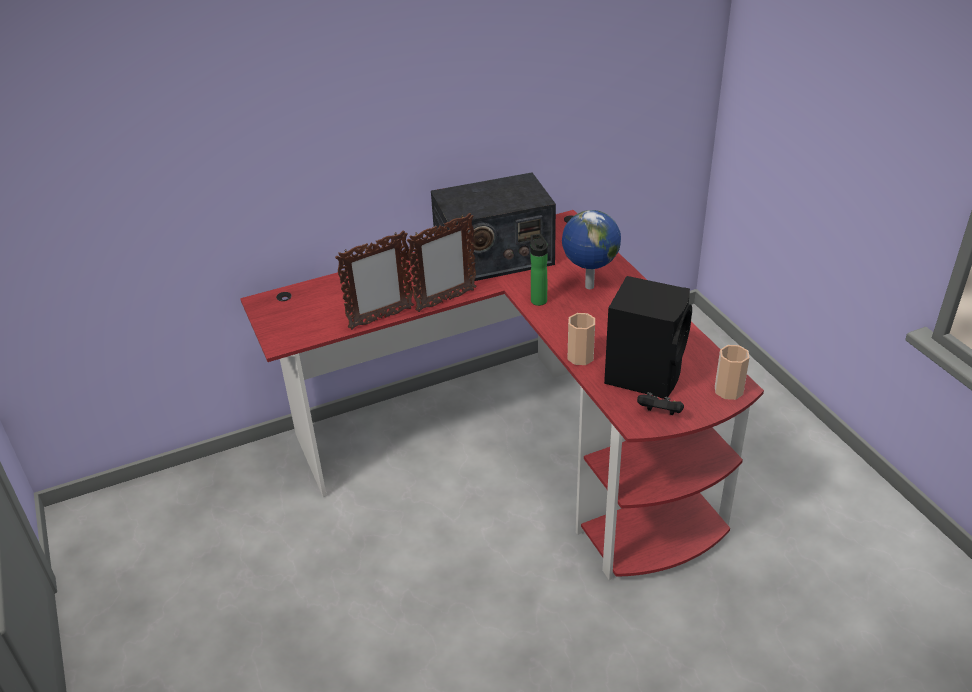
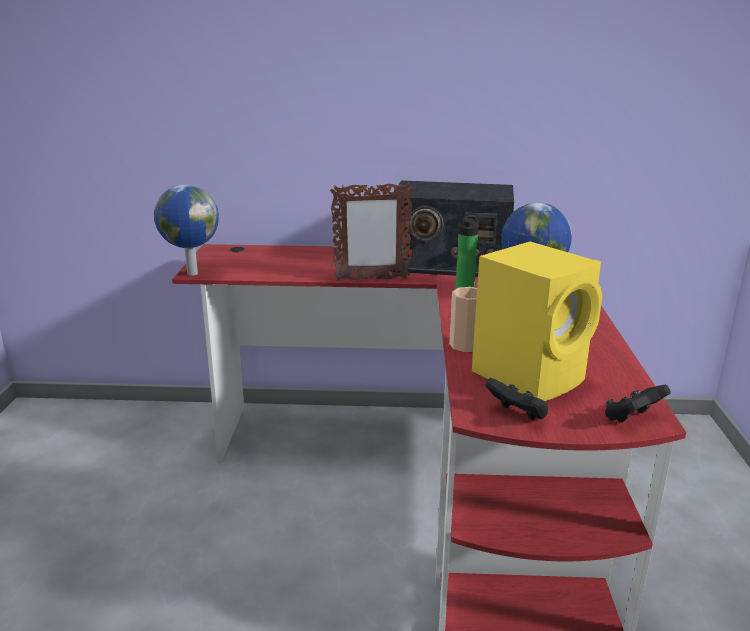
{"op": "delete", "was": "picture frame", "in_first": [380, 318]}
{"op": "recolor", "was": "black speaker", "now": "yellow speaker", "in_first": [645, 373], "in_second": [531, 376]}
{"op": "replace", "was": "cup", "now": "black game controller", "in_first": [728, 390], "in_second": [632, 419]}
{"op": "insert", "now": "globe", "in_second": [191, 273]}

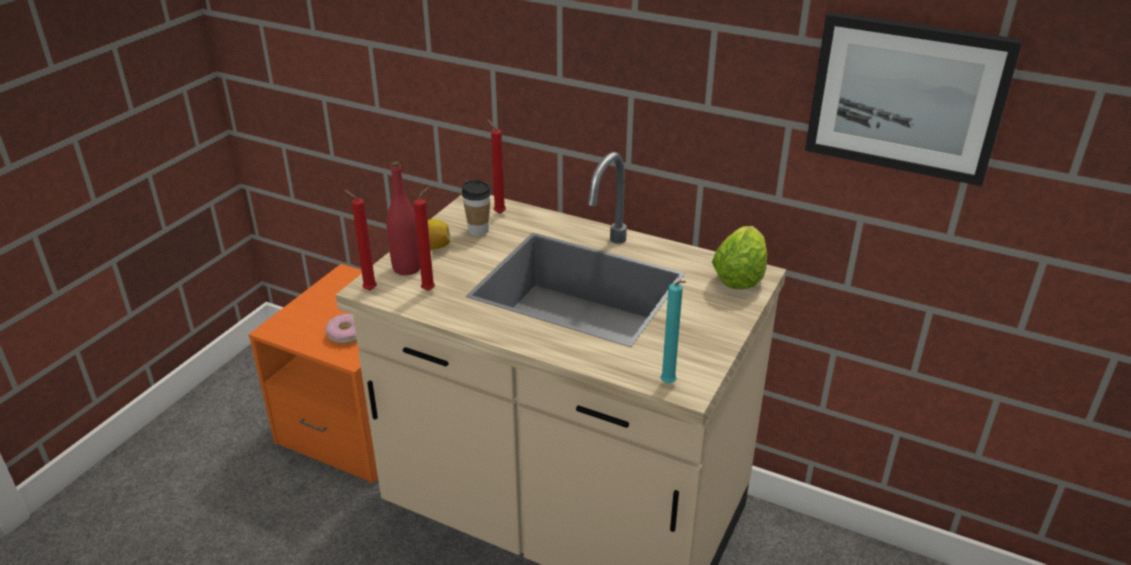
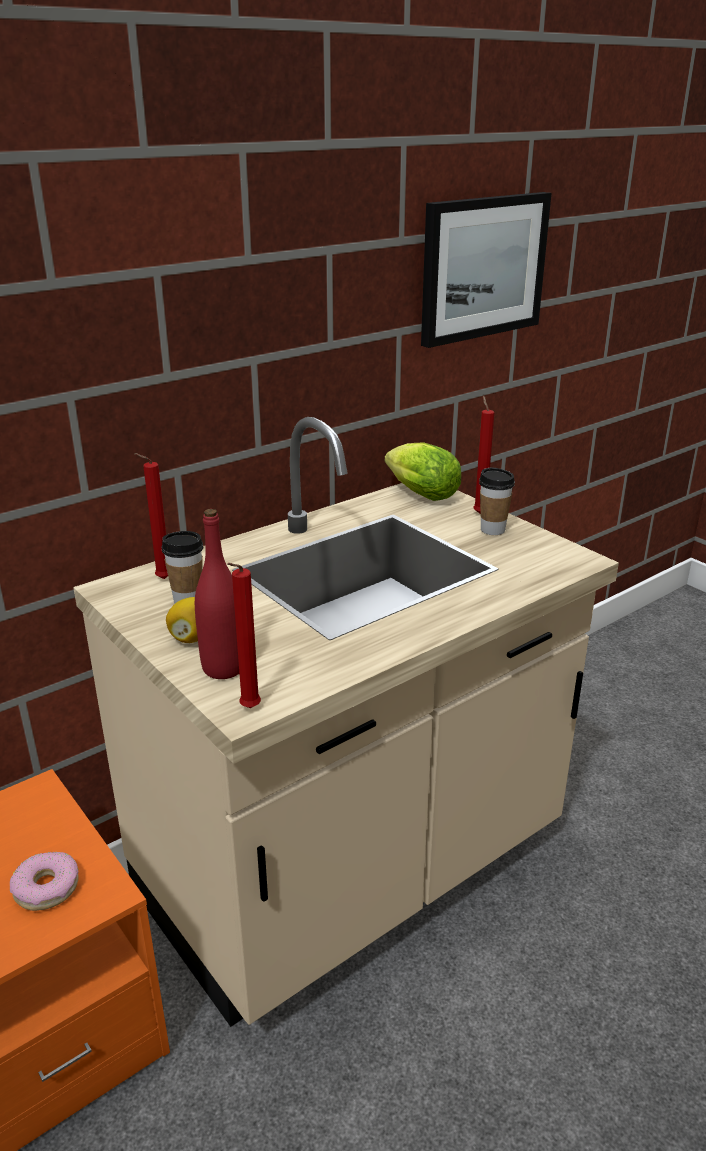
{"op": "move", "was": "red candle", "in_first": [430, 290], "in_second": [479, 513]}
{"op": "delete", "was": "turquoise candle", "in_first": [669, 384]}
{"op": "insert", "now": "cup", "in_second": [492, 530]}

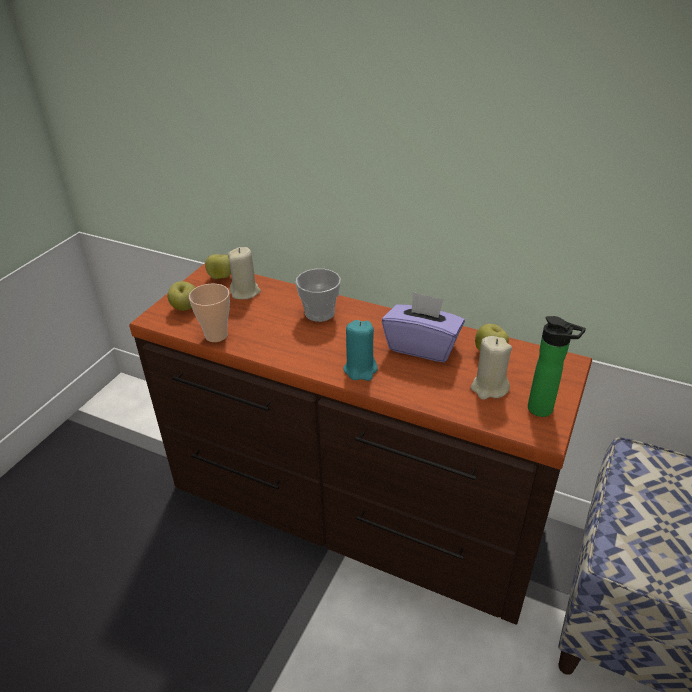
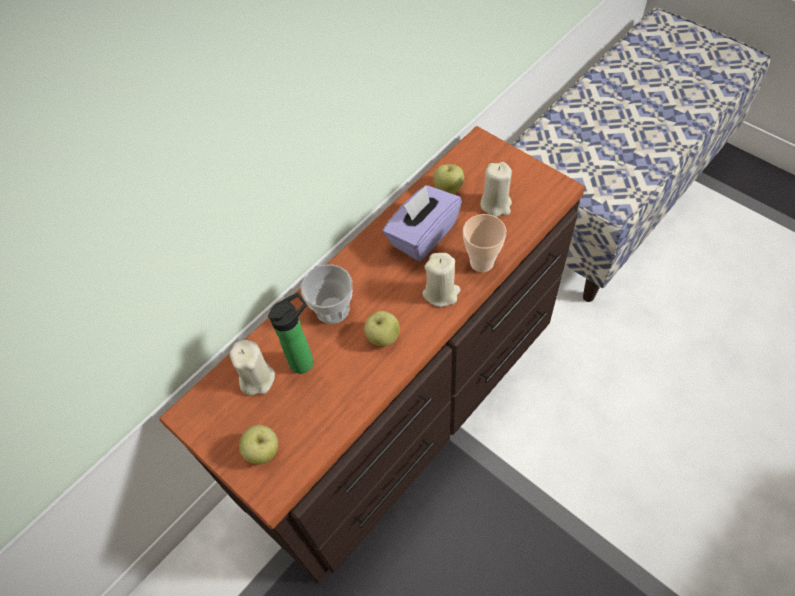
{"op": "move", "was": "cup", "in_first": [216, 335], "in_second": [481, 262]}
{"op": "move", "was": "apple", "in_first": [221, 277], "in_second": [383, 337]}
{"op": "recolor", "was": "turquoise candle", "now": "beige candle", "in_first": [360, 369], "in_second": [441, 293]}
{"op": "move", "was": "bottle", "in_first": [544, 410], "in_second": [305, 360]}

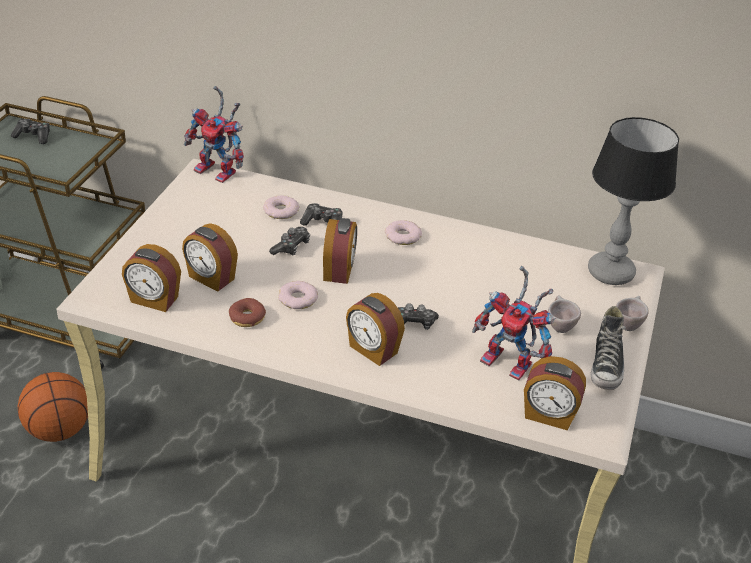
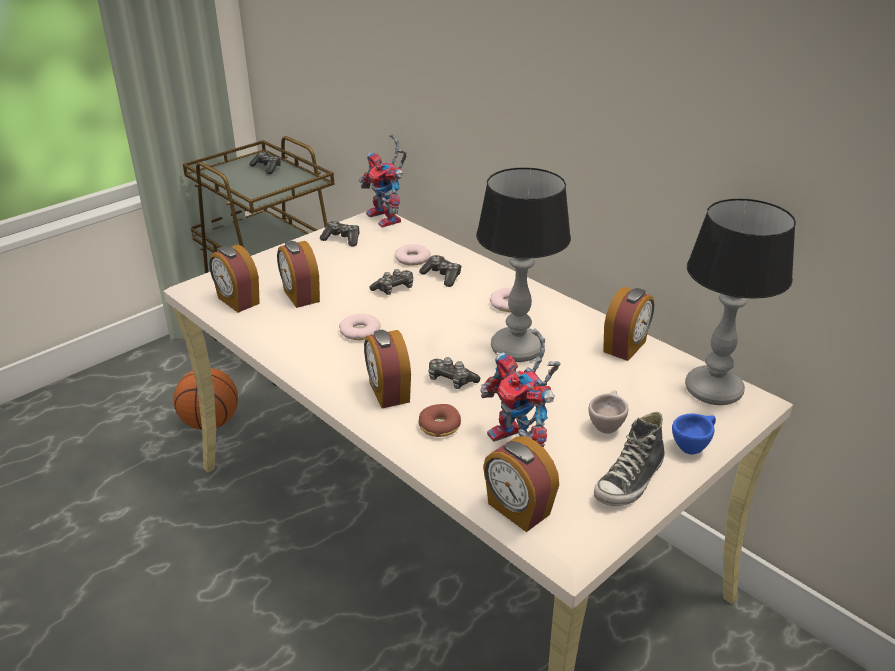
{"op": "move", "was": "donut", "in_first": [247, 318], "in_second": [439, 426]}
{"op": "move", "was": "alarm clock", "in_first": [339, 271], "in_second": [625, 347]}
{"op": "recolor", "was": "beige cup", "now": "blue cup", "in_first": [628, 324], "in_second": [692, 447]}
{"op": "insert", "now": "game controller", "in_second": [342, 239]}
{"op": "insert", "now": "table lamp", "in_second": [516, 349]}

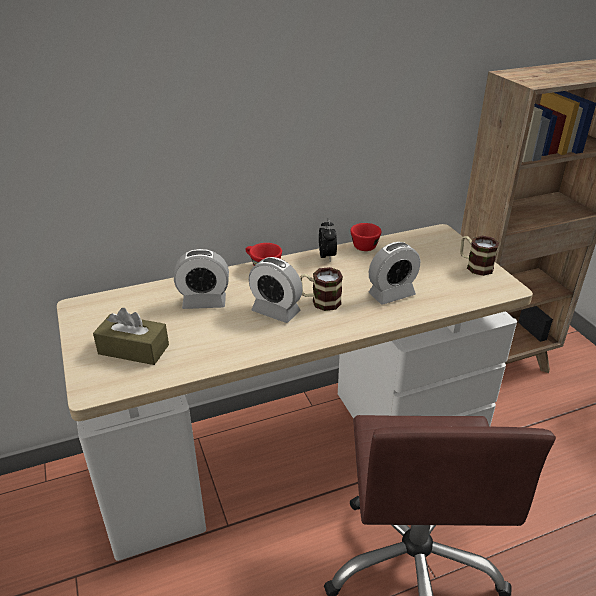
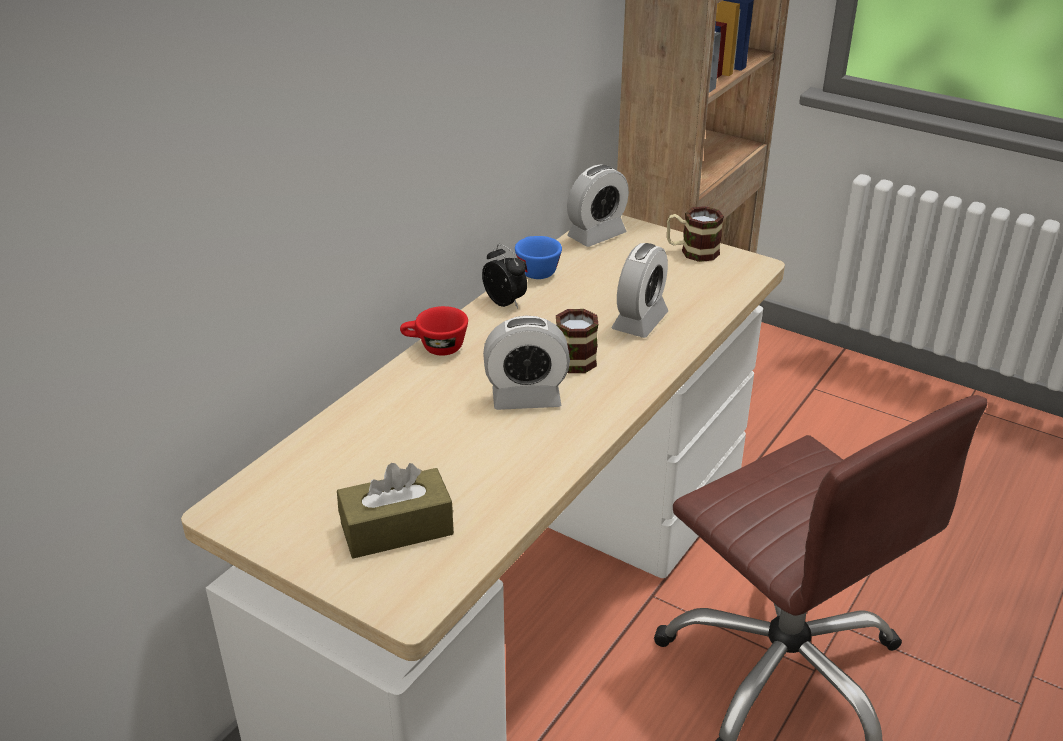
{"op": "move", "was": "alarm clock", "in_first": [204, 302], "in_second": [596, 235]}
{"op": "recolor", "was": "red cup", "now": "blue cup", "in_first": [365, 245], "in_second": [535, 269]}

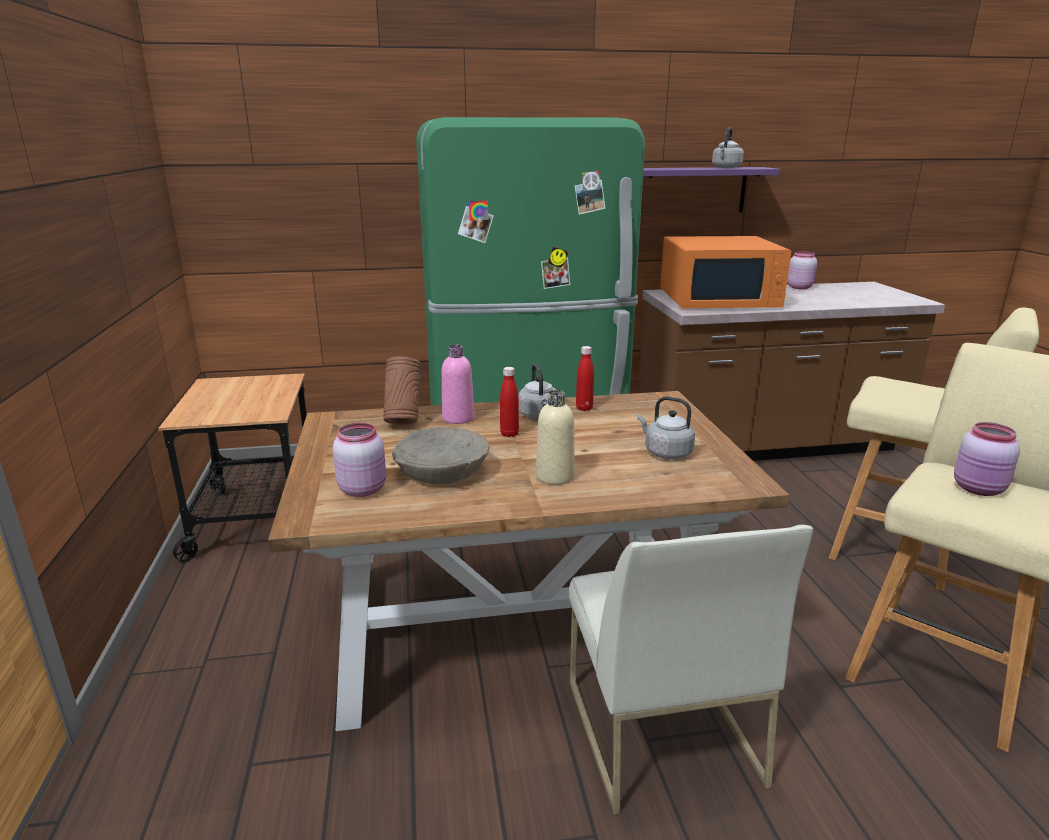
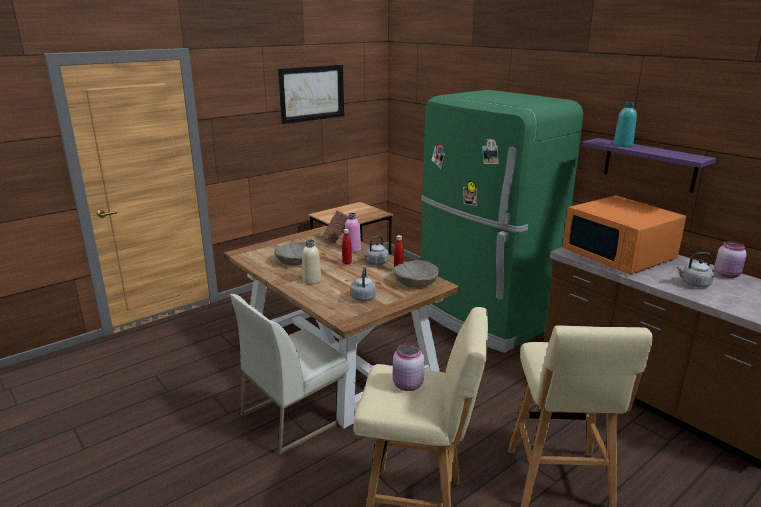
{"op": "delete", "was": "pink jar", "in_first": [363, 489]}
{"op": "move", "was": "grey kettle", "in_first": [726, 168], "in_second": [693, 284]}
{"op": "insert", "now": "picture", "in_second": [312, 93]}
{"op": "insert", "now": "beige bowl", "in_second": [416, 282]}
{"op": "insert", "now": "turquoise bottle", "in_second": [623, 145]}

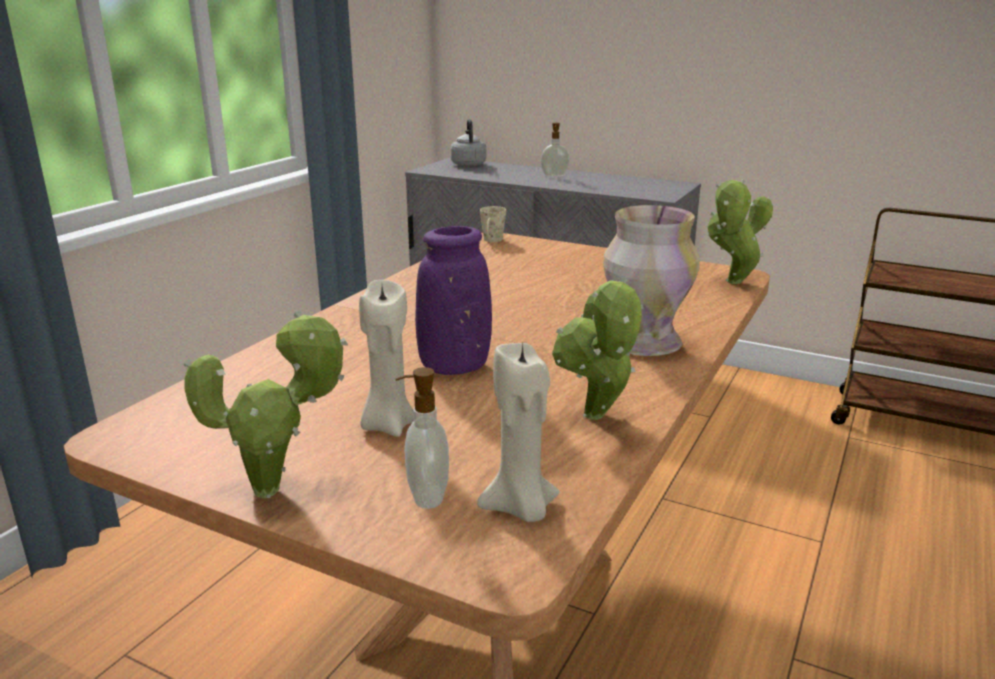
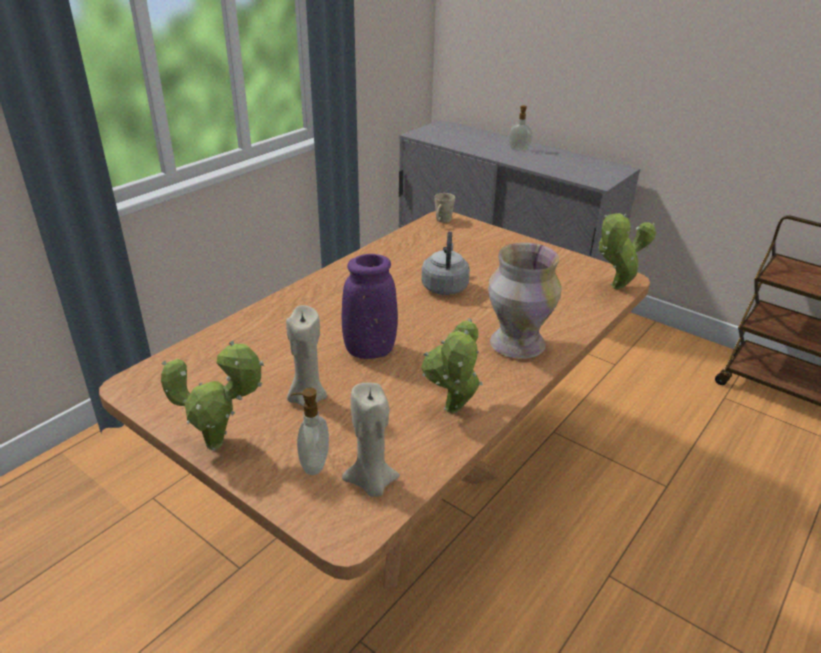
{"op": "move", "was": "grey kettle", "in_first": [468, 164], "in_second": [444, 286]}

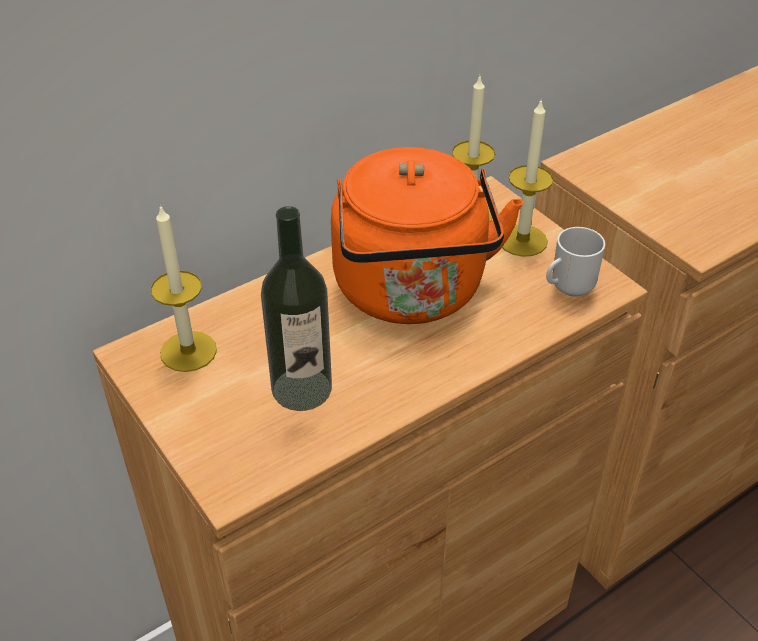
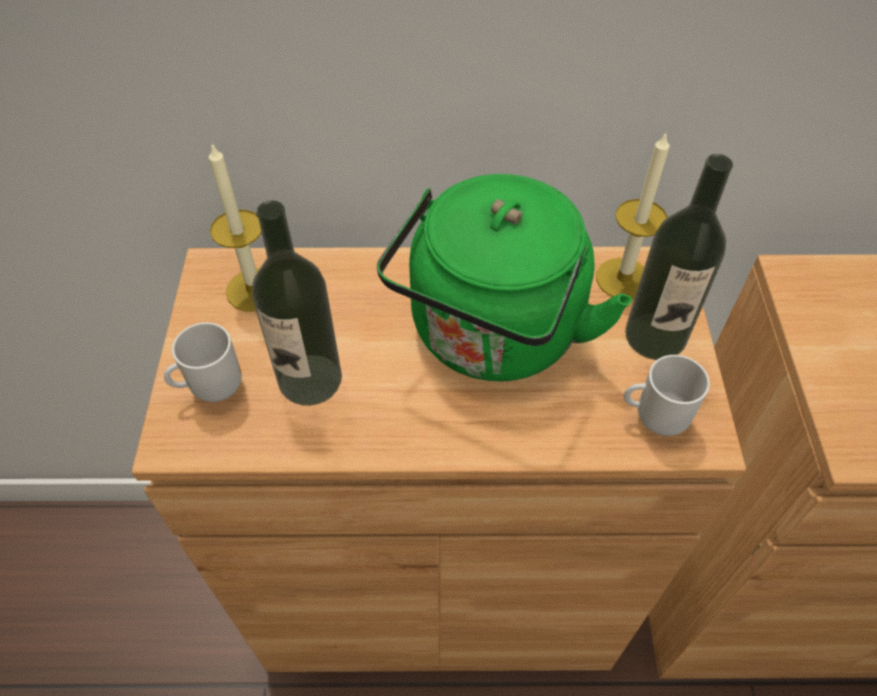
{"op": "recolor", "was": "orange kettle", "now": "green kettle", "in_first": [412, 293], "in_second": [492, 337]}
{"op": "replace", "was": "candle", "now": "bottle", "in_first": [522, 240], "in_second": [655, 336]}
{"op": "insert", "now": "mug", "in_second": [213, 387]}

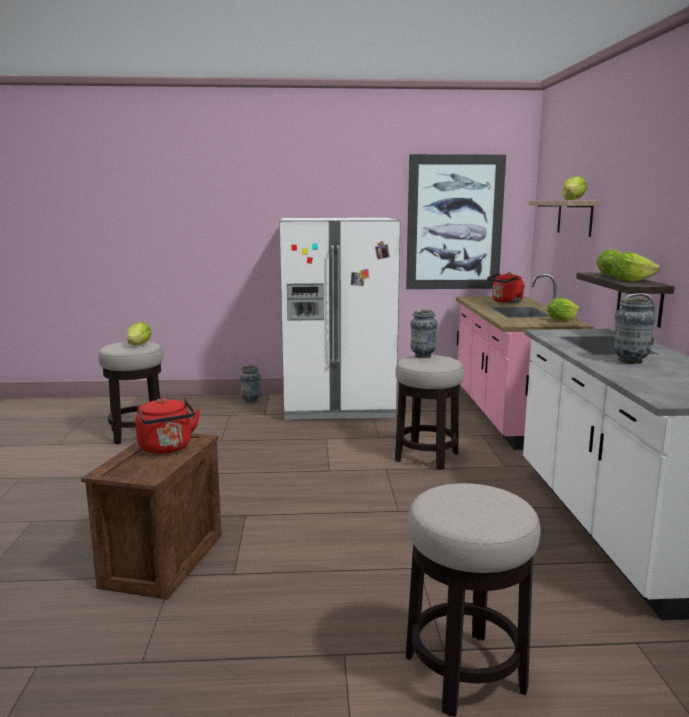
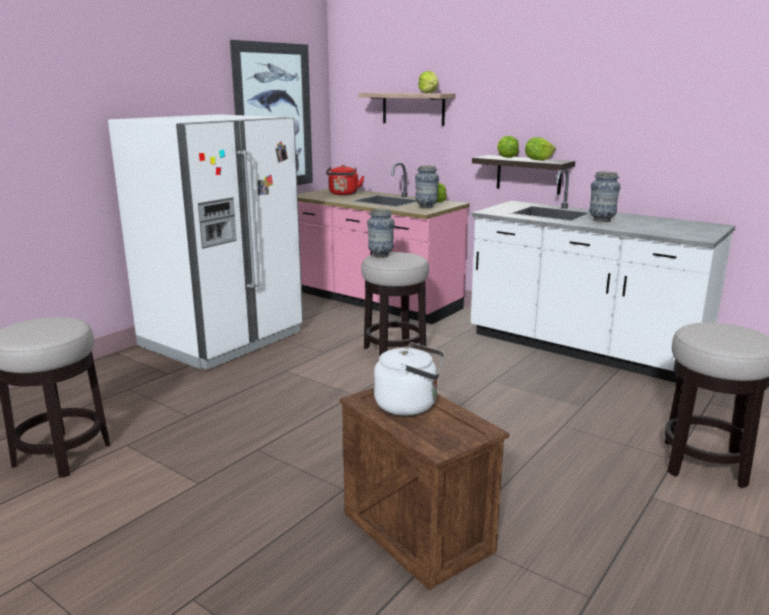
{"op": "delete", "was": "lettuce", "in_first": [139, 345]}
{"op": "recolor", "was": "red kettle", "now": "white kettle", "in_first": [167, 448], "in_second": [410, 405]}
{"op": "move", "was": "vase", "in_first": [251, 400], "in_second": [426, 207]}

